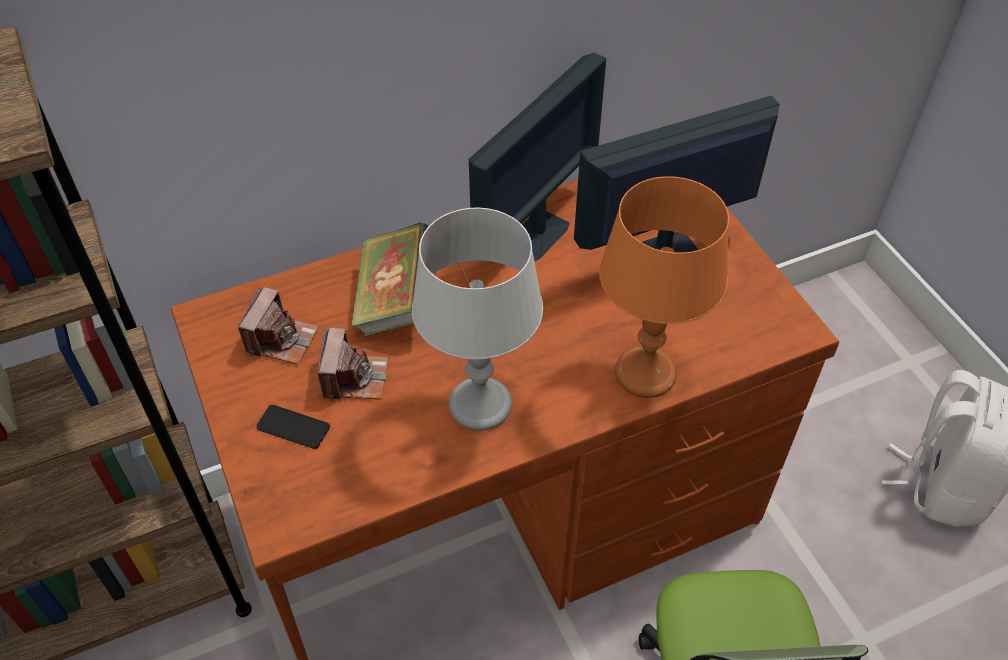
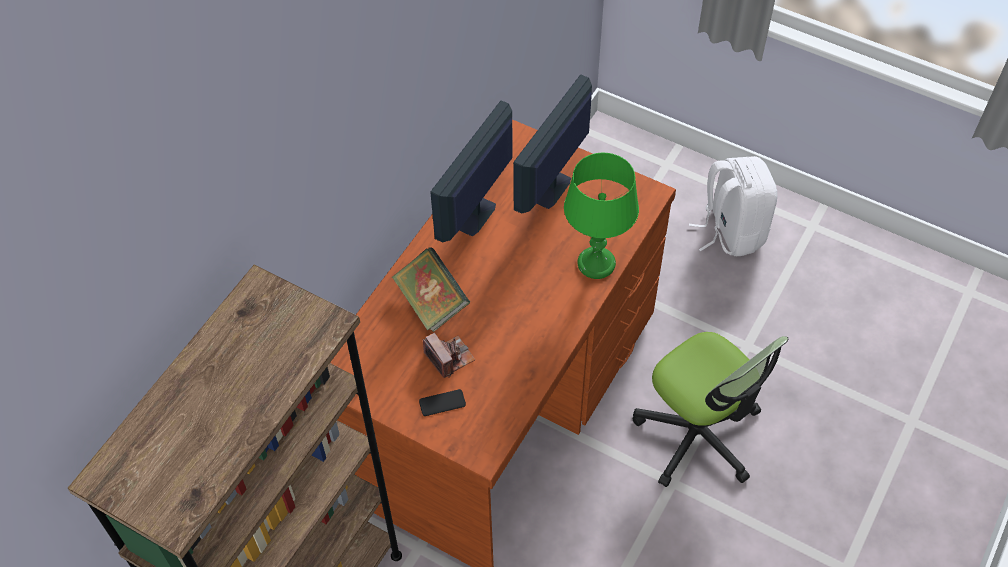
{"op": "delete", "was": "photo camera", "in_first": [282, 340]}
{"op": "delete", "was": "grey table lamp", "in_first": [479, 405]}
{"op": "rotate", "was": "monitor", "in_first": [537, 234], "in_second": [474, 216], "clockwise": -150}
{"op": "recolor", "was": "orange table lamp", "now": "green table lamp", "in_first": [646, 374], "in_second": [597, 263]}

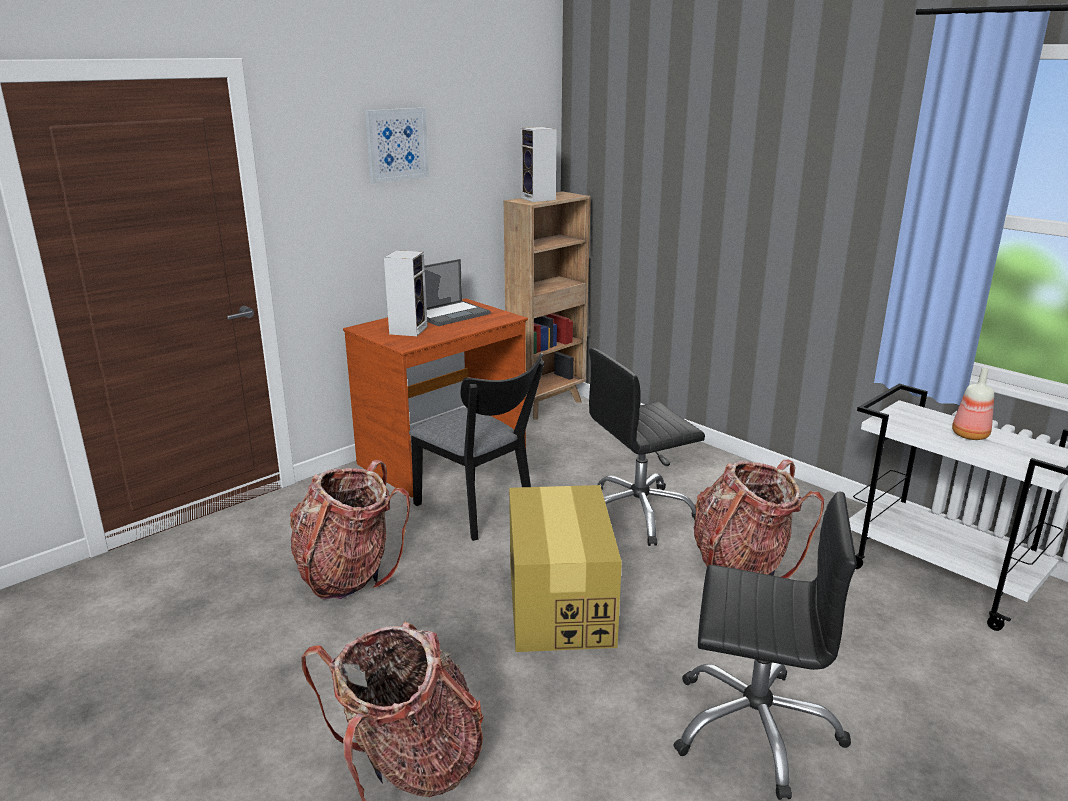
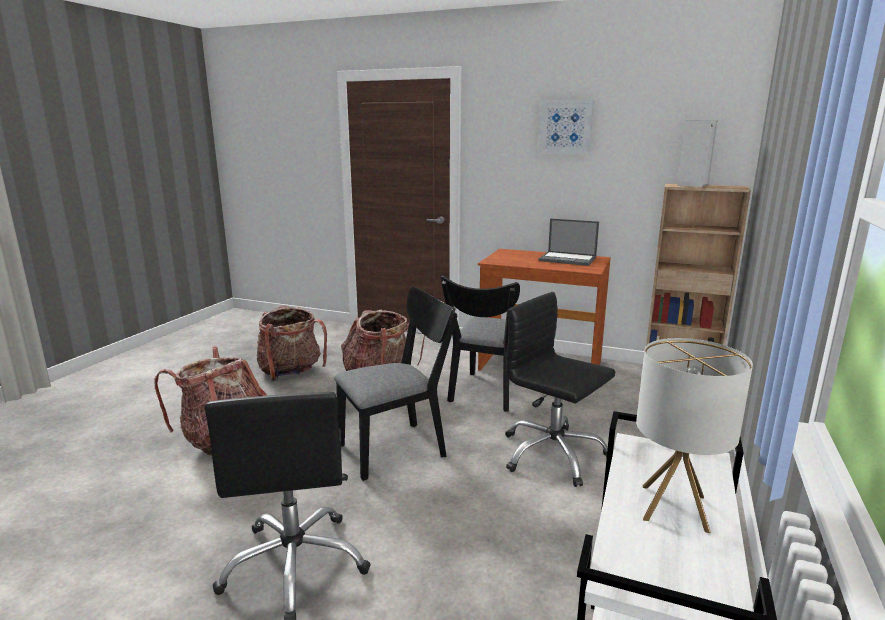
{"op": "delete", "was": "speaker", "in_first": [408, 330]}
{"op": "replace", "was": "cardboard box", "now": "black chair", "in_first": [559, 603], "in_second": [399, 447]}
{"op": "move", "was": "backpack", "in_first": [742, 565], "in_second": [291, 372]}
{"op": "replace", "was": "bottle", "now": "table lamp", "in_first": [968, 435], "in_second": [674, 507]}

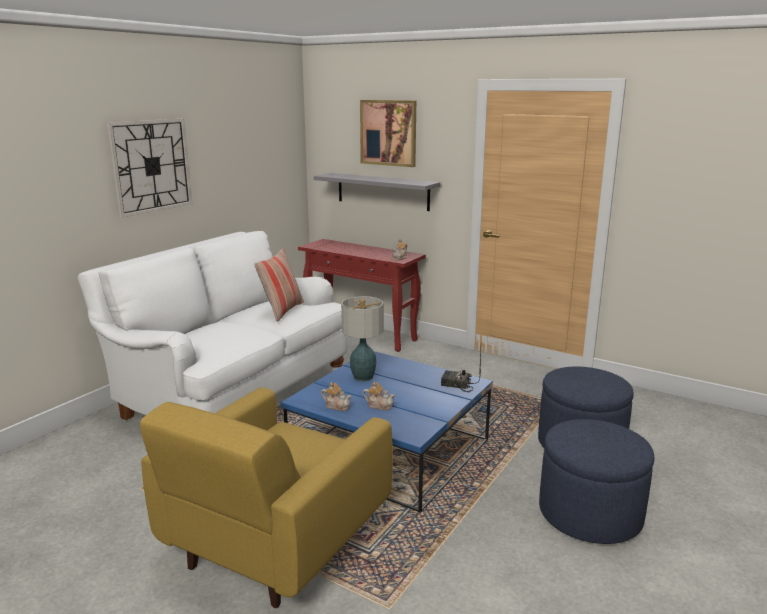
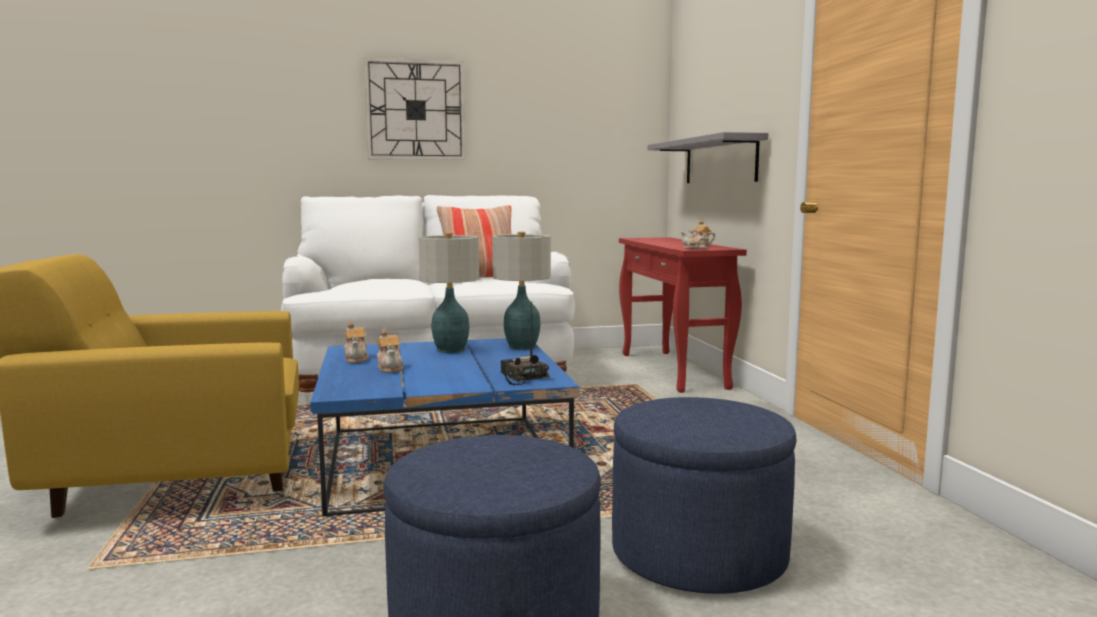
{"op": "delete", "was": "picture", "in_first": [388, 133]}
{"op": "insert", "now": "table lamp", "in_second": [522, 346]}

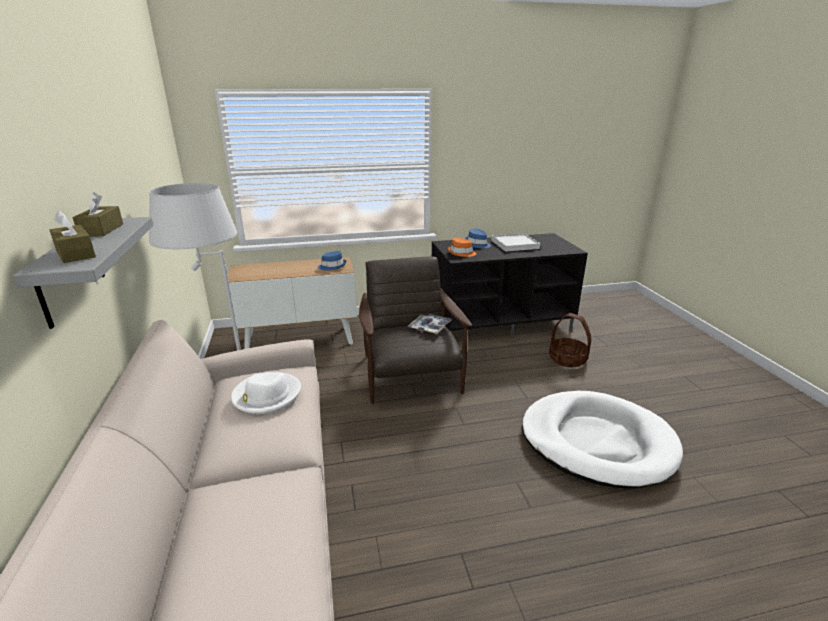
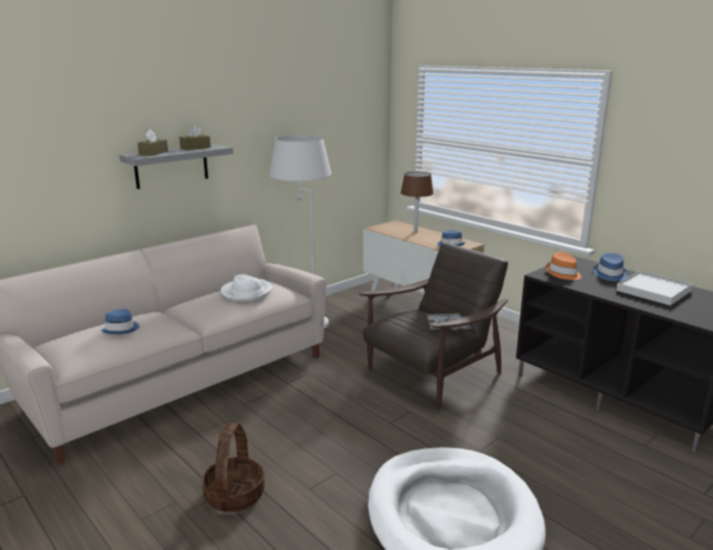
{"op": "move", "was": "basket", "in_first": [567, 359], "in_second": [234, 494]}
{"op": "insert", "now": "blue hat", "in_second": [121, 329]}
{"op": "insert", "now": "brown table lamp", "in_second": [415, 232]}

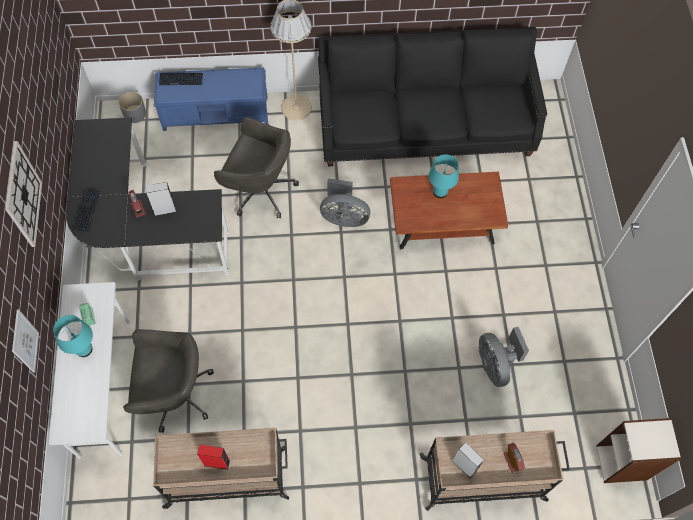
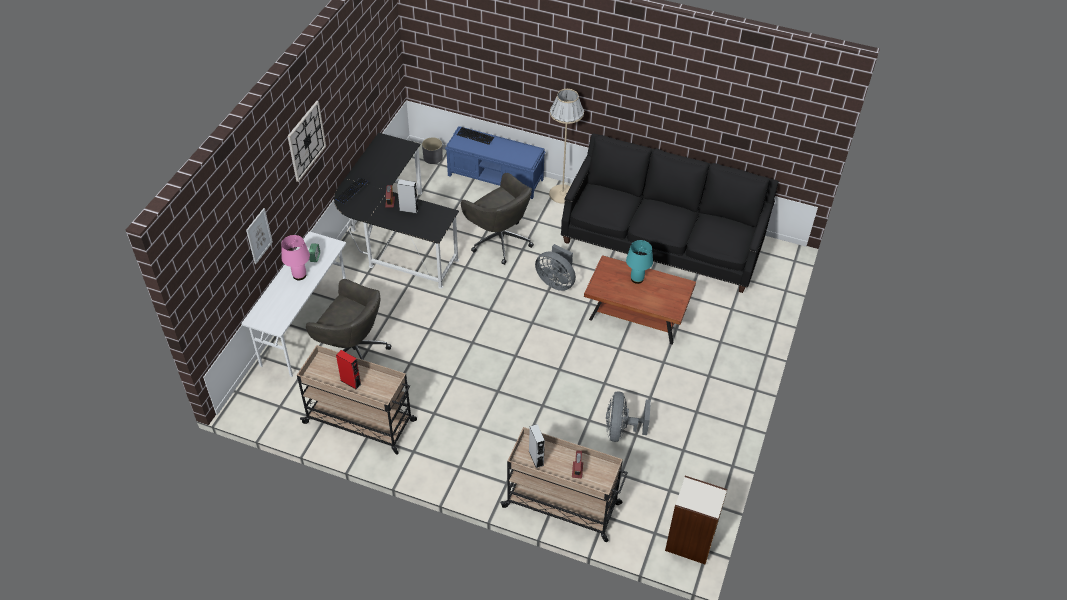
{"op": "recolor", "was": "turquoise table lamp", "now": "pink table lamp", "in_first": [84, 349], "in_second": [299, 275]}

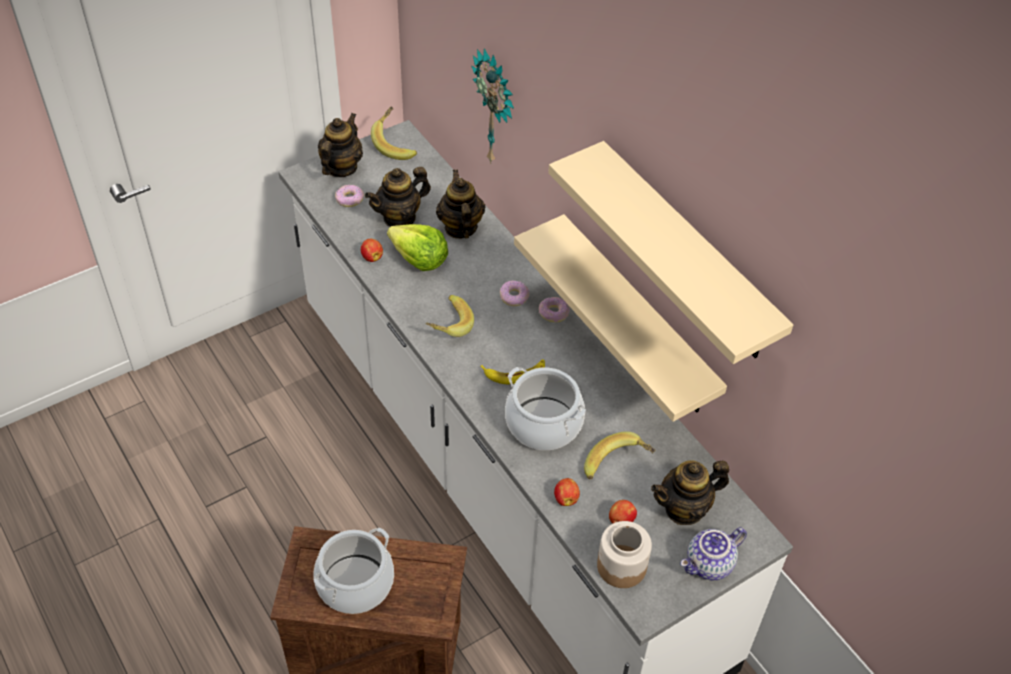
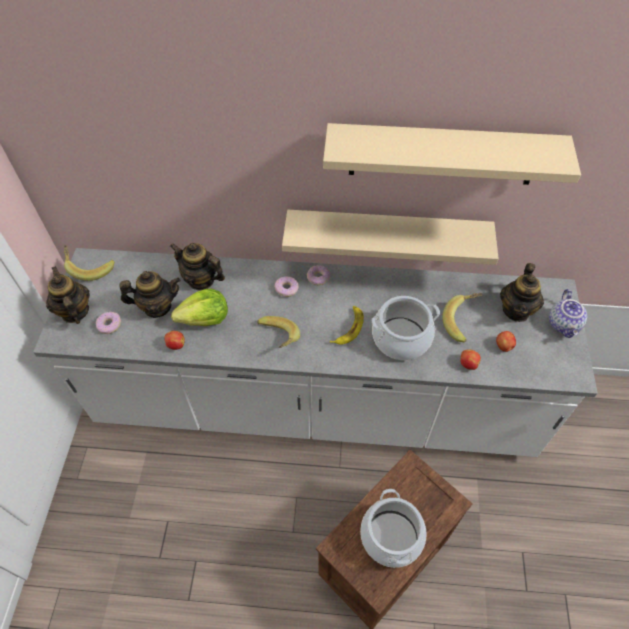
{"op": "rotate", "was": "teapot", "in_first": [399, 217], "in_second": [157, 307], "clockwise": -105}
{"op": "delete", "was": "wall clock", "in_first": [496, 109]}
{"op": "delete", "was": "jar", "in_first": [621, 565]}

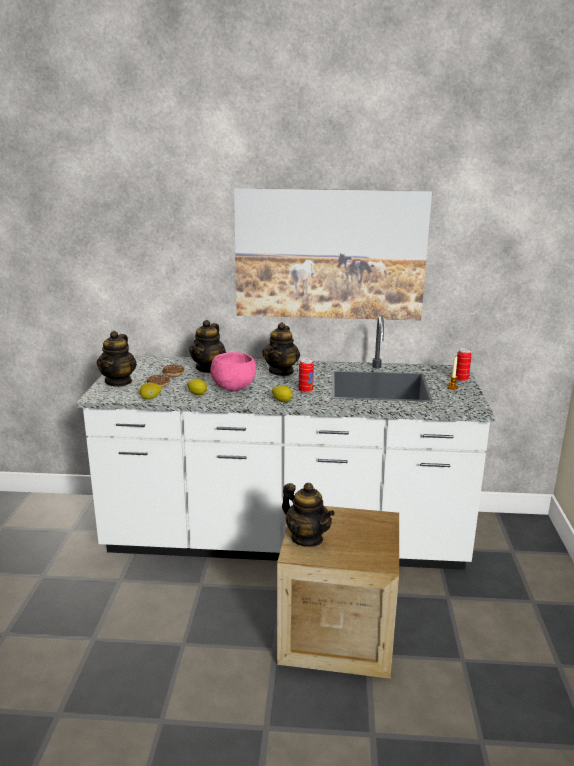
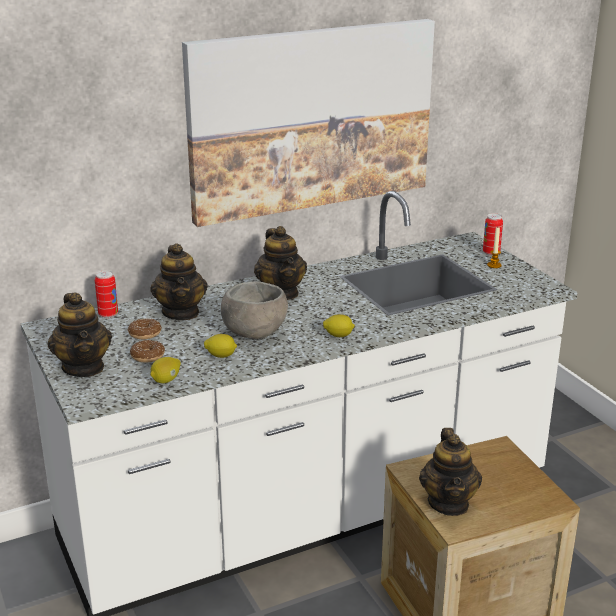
{"op": "recolor", "was": "pink bowl", "now": "grey bowl", "in_first": [233, 388], "in_second": [253, 333]}
{"op": "rotate", "was": "teapot", "in_first": [307, 538], "in_second": [449, 503], "clockwise": 75}
{"op": "move", "was": "can", "in_first": [305, 391], "in_second": [108, 314]}

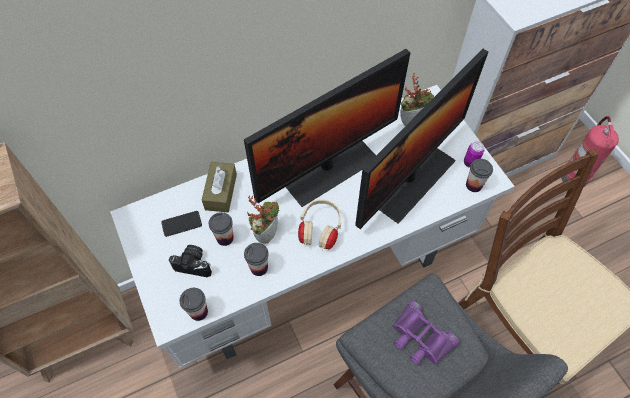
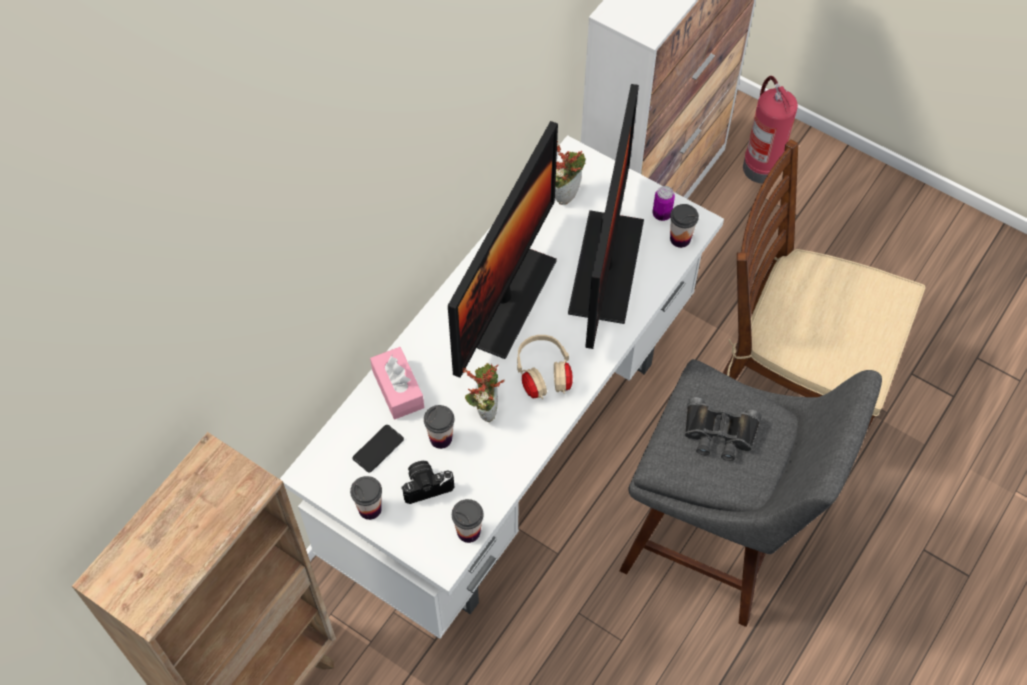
{"op": "recolor", "was": "brown tissue box", "now": "pink tissue box", "in_first": [221, 192], "in_second": [398, 389]}
{"op": "move", "was": "cup", "in_first": [259, 268], "in_second": [370, 509]}
{"op": "recolor", "was": "purple binoculars", "now": "black binoculars", "in_first": [420, 338], "in_second": [719, 433]}

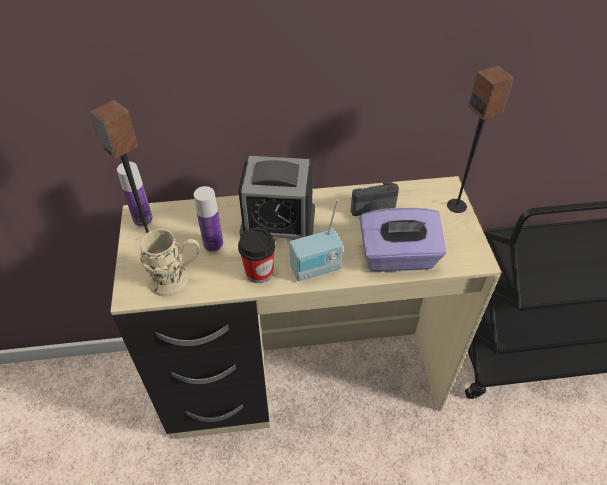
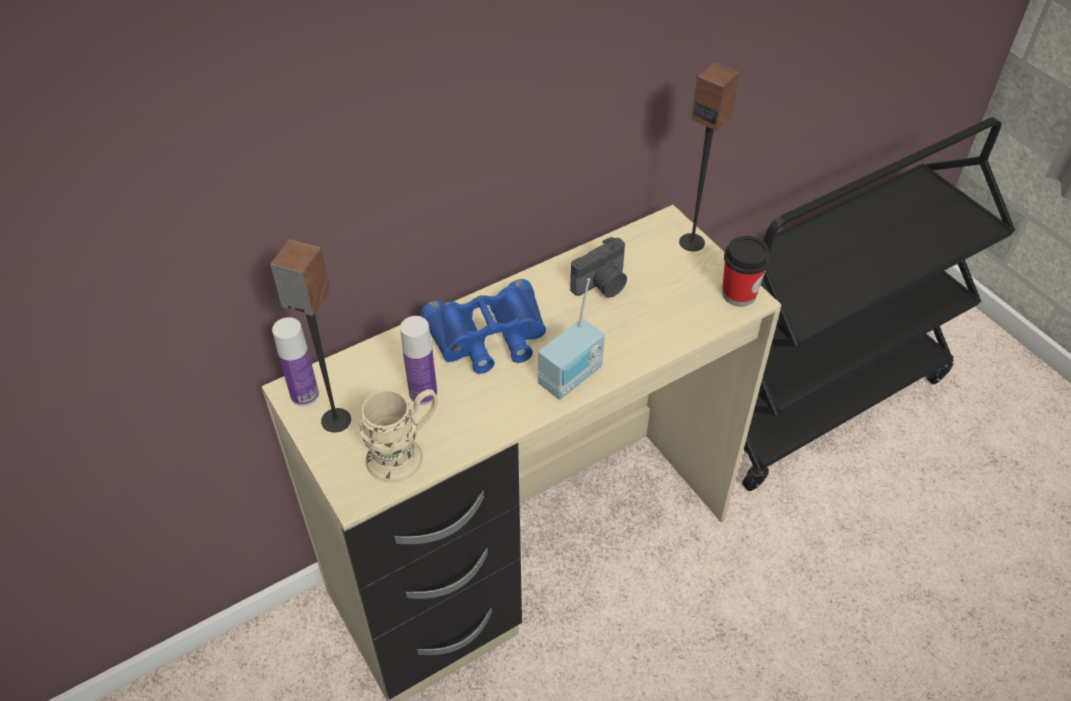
{"op": "replace", "was": "alarm clock", "now": "blue binoculars", "in_first": [278, 222], "in_second": [489, 336]}
{"op": "move", "was": "cup", "in_first": [259, 272], "in_second": [739, 294]}
{"op": "delete", "was": "purple tissue box", "in_first": [398, 257]}

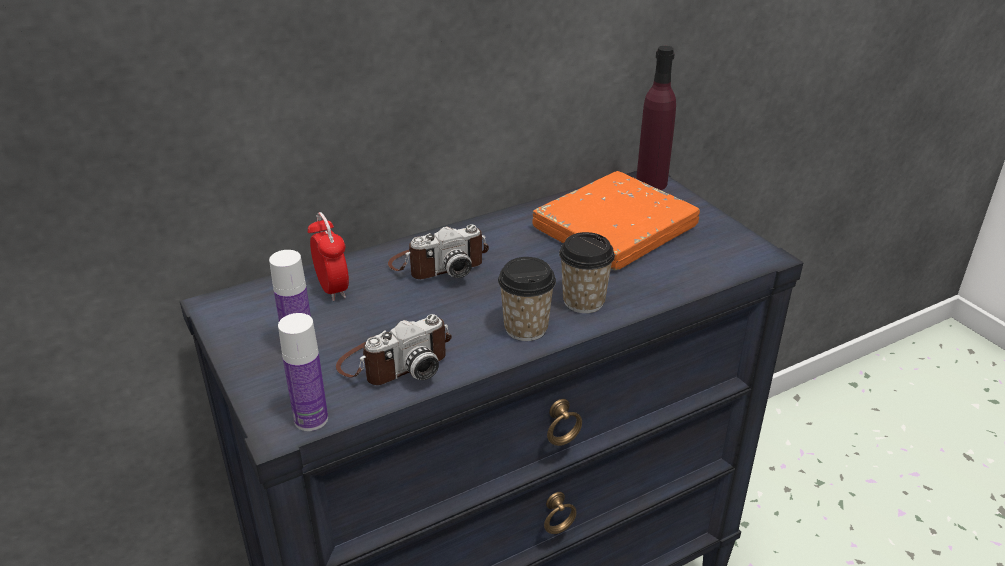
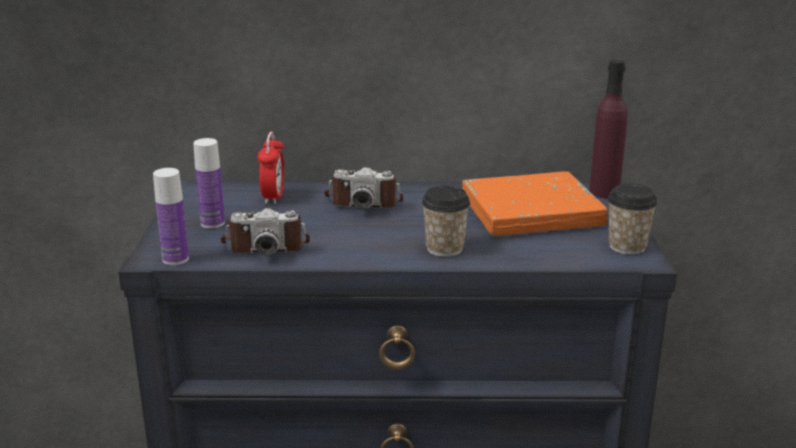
{"op": "move", "was": "cup", "in_first": [526, 328], "in_second": [627, 247]}

